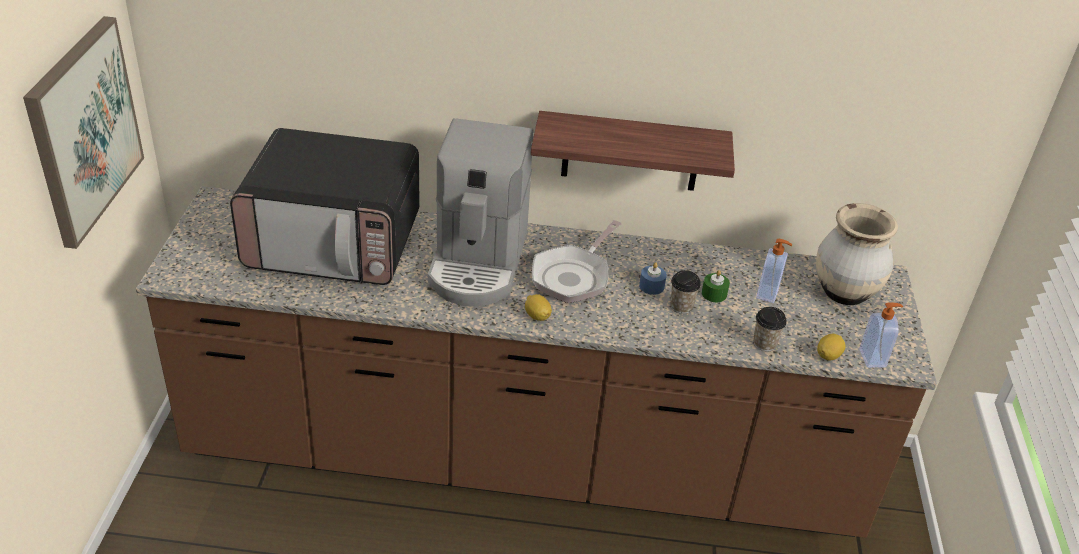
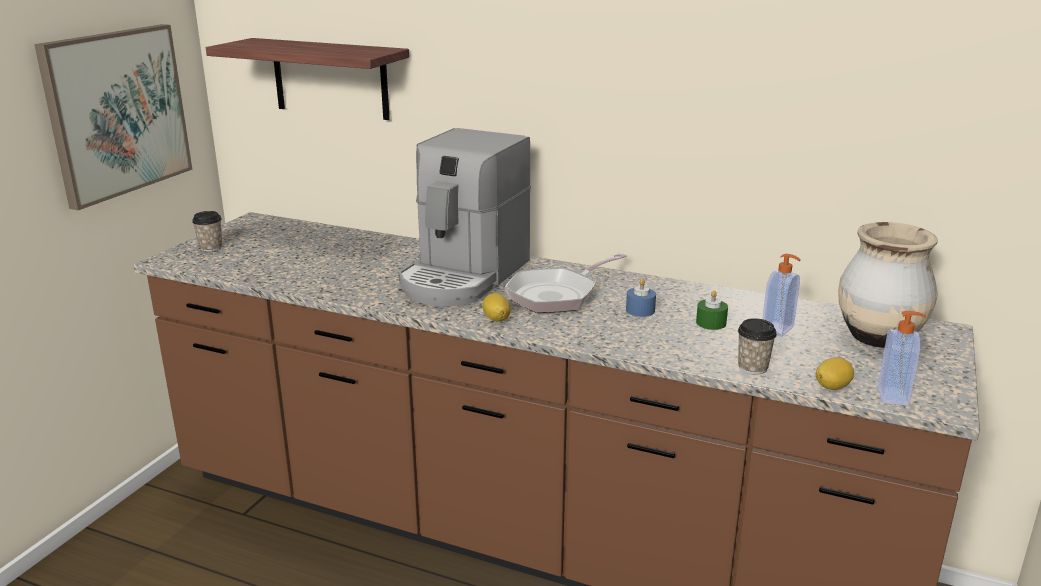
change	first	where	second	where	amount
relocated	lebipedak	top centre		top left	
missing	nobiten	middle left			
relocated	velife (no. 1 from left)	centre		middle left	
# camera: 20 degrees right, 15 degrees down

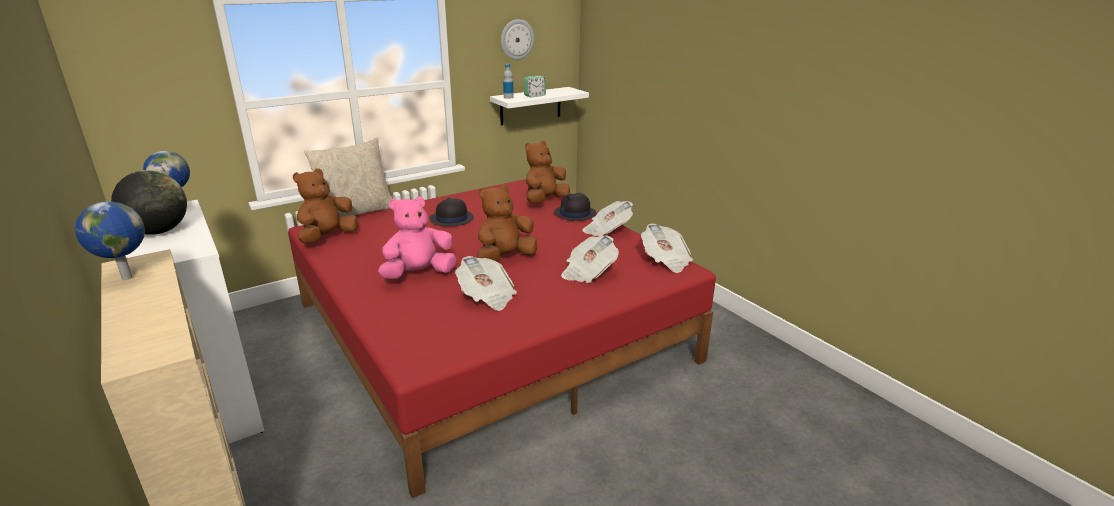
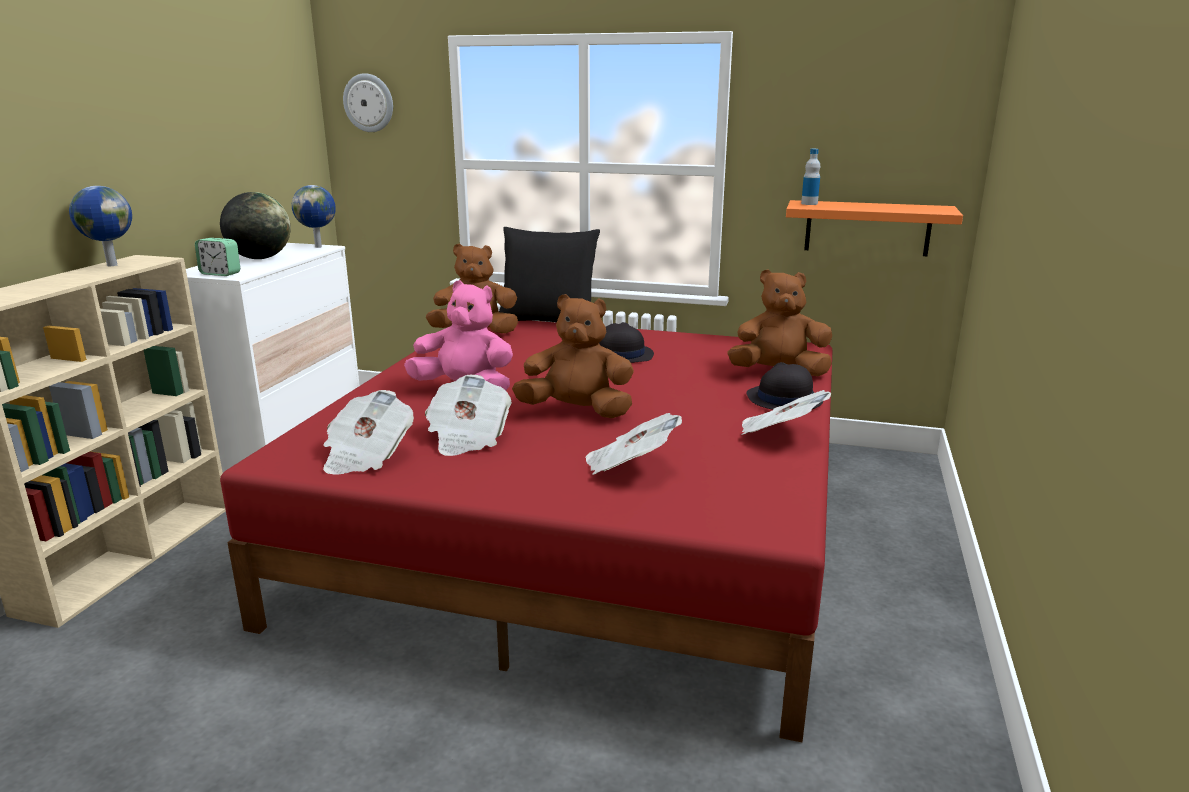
change	first	where	second	where	amount
relocated	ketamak	top centre		top left	
relocated	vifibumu	top centre		top left	
colour	lebipedak (white)	top centre	lebipedak (orange)	top right	
colour	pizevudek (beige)	middle left	pizevudek (black)	centre	
relocated	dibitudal (no. 4 from left in the first image)	centre	dibitudal (no. 1 from left)	middle left	
# camera: 50 degrees right, 5 degrees down

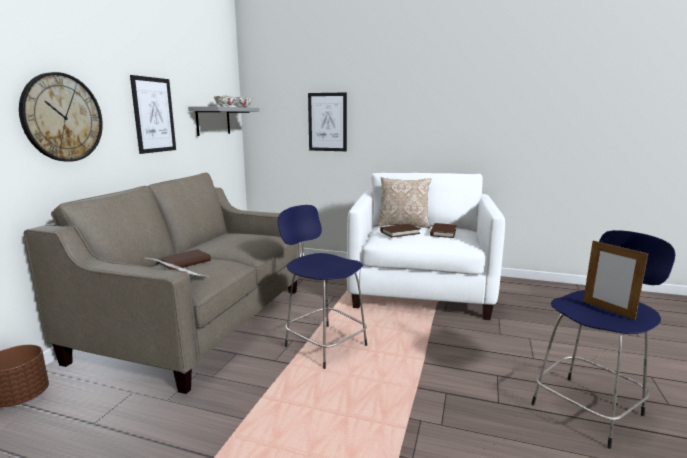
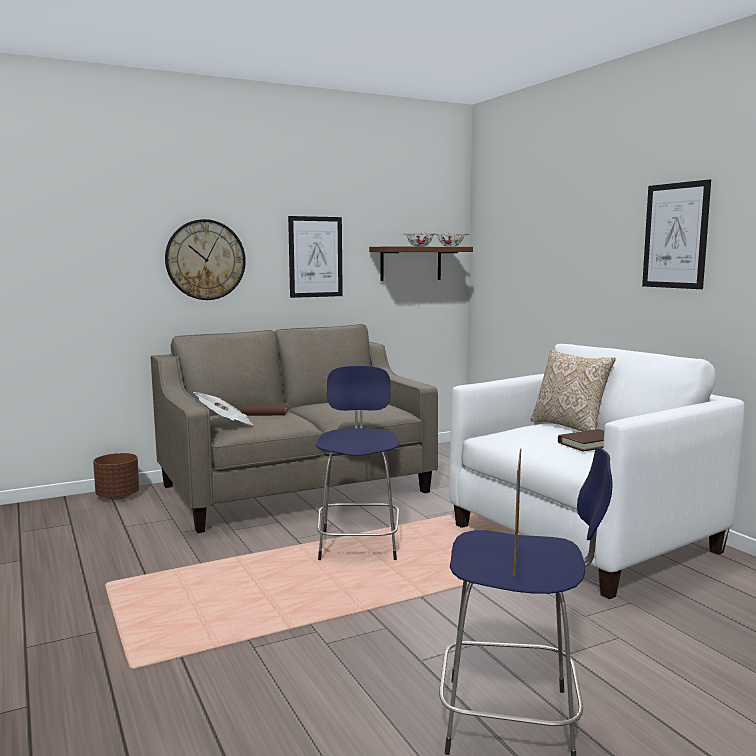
change	first	where	second	where	amount
relocated	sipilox (no. 2 from left)	top centre		top right	
colour	lebipedak (grey)	top left	lebipedak (brown)	centre	
missing	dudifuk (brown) (no. 2 from left)	centre			
# camera: 45 degrees right, 5 degrees down

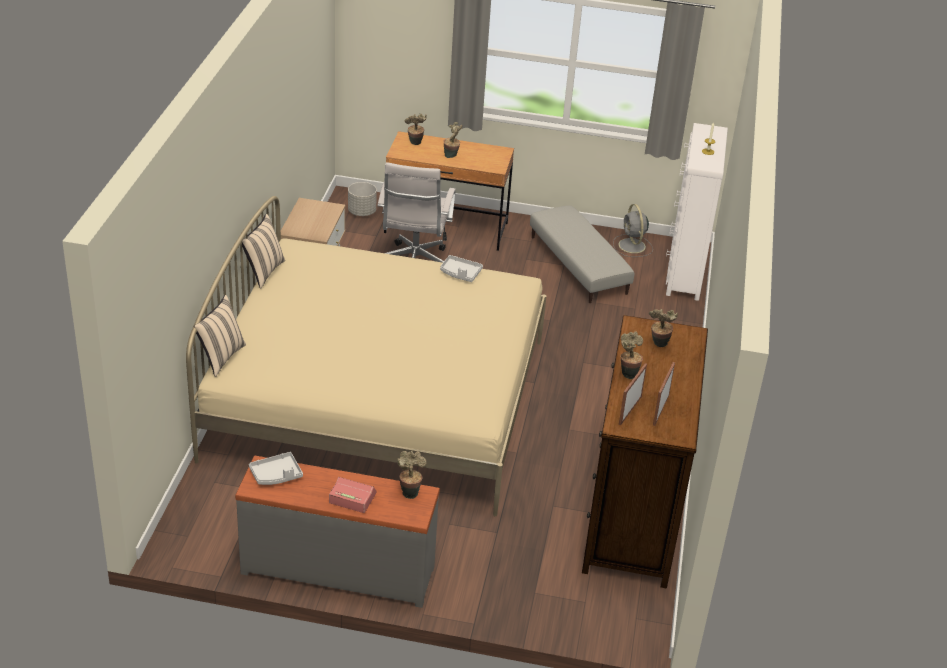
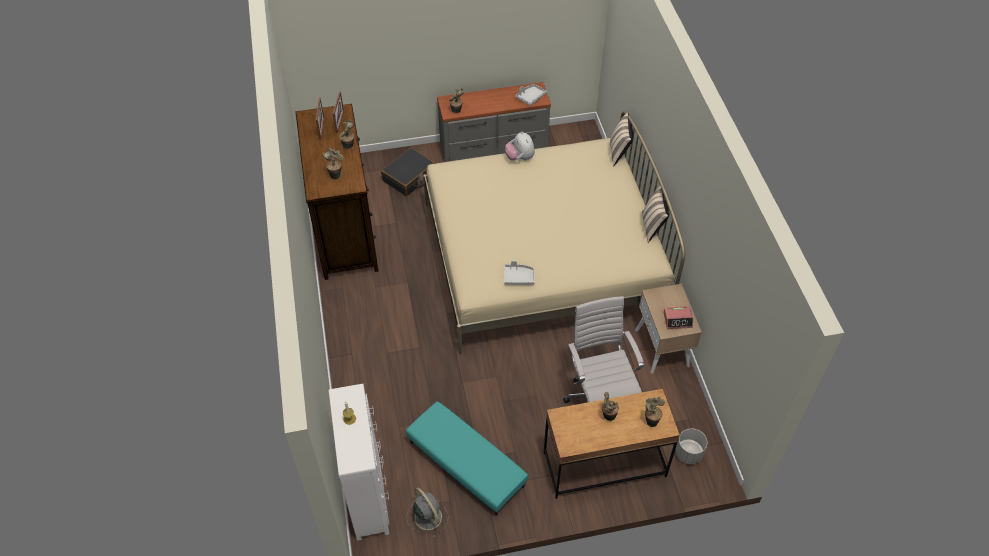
change	first	where	second	where	amount
colour	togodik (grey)	centre	togodik (turquoise)	bottom centre	
relocated	vifibumu	bottom centre		middle right	
appeared			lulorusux	top centre	
appeared			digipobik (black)	top centre	
# camera: 160 degrees right, 15 degrees up

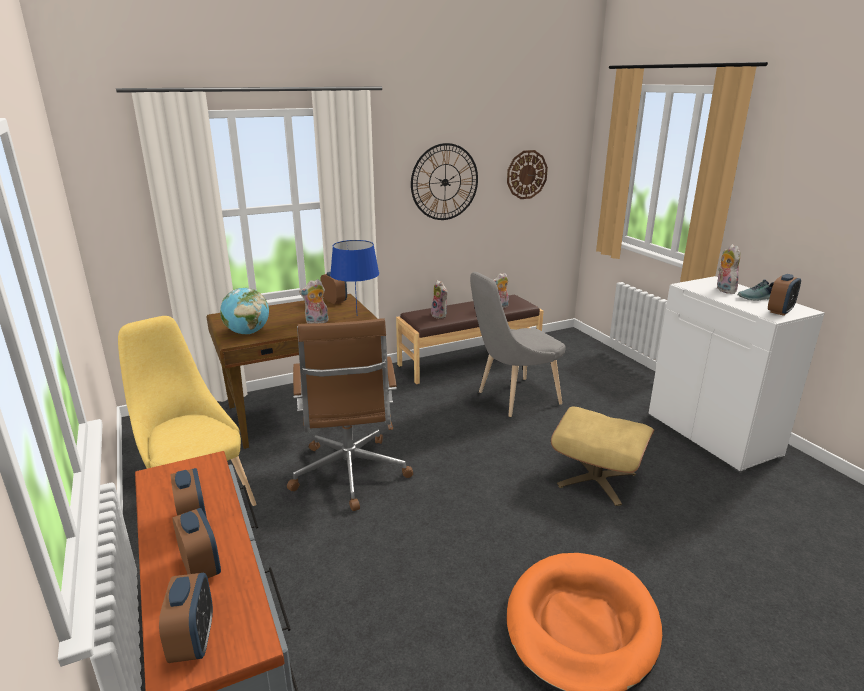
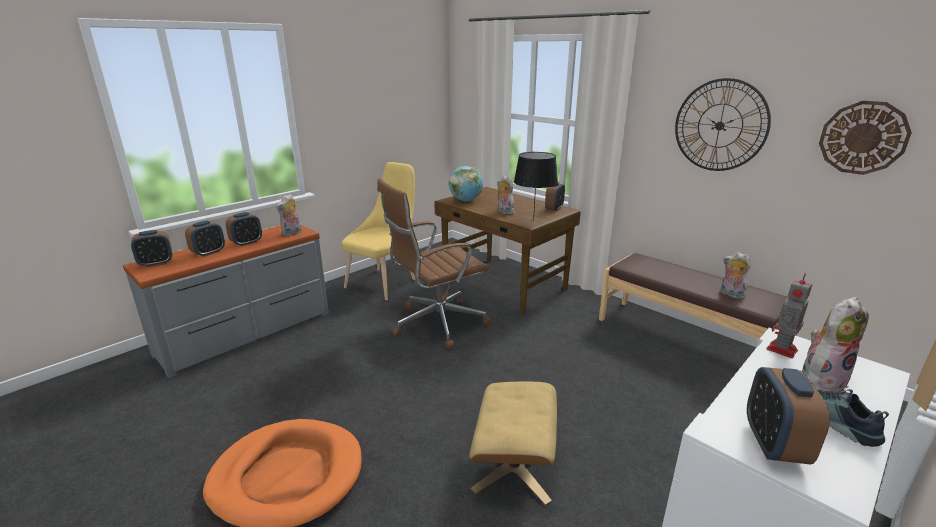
change	first	where	second	where	amount
colour	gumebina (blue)	centre	gumebina (black)	centre	
missing	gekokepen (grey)	centre			
spun	vifibumu (no. 5 from left)	middle right		bottom right	75 degrees clockwise
relocated	lulorusux (no. 2 from left in the first image)	centre	lulorusux (no. 1 from left)	middle left	
appeared			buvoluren	middle right	
# camera: 70 degrees right, 0 degrees up

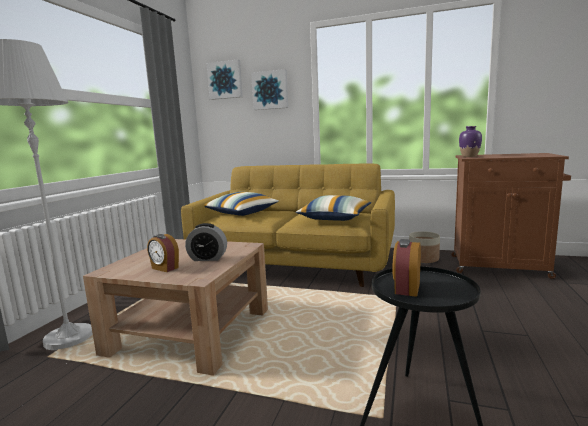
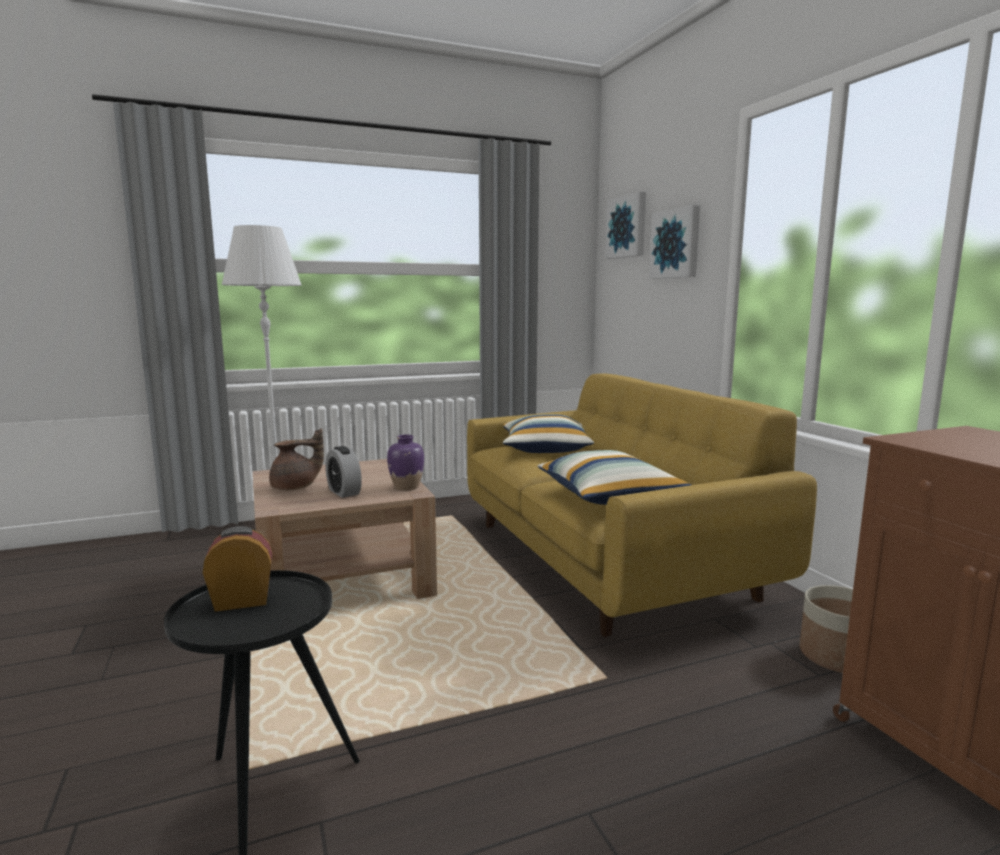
change	first	where	second	where	amount
relocated	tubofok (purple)	top right		centre	
exchanged	vifibumu (no. 1 from left)	middle left	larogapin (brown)	middle left	
# camera: 50 degrees right, 0 degrees up

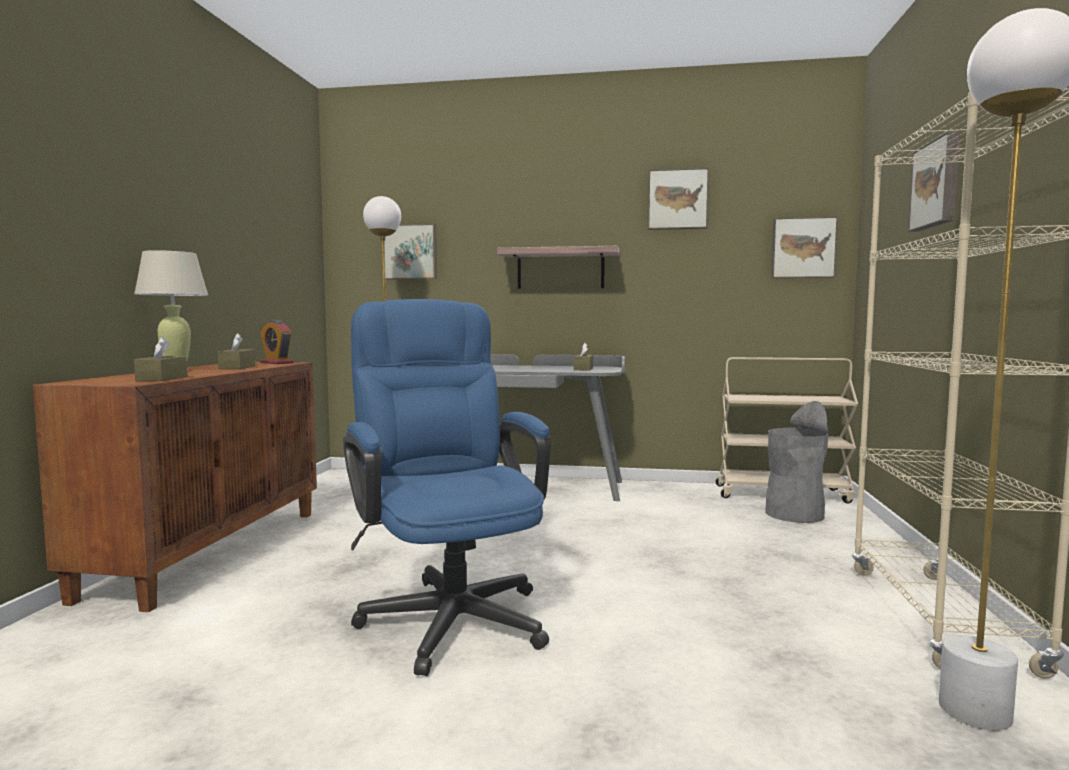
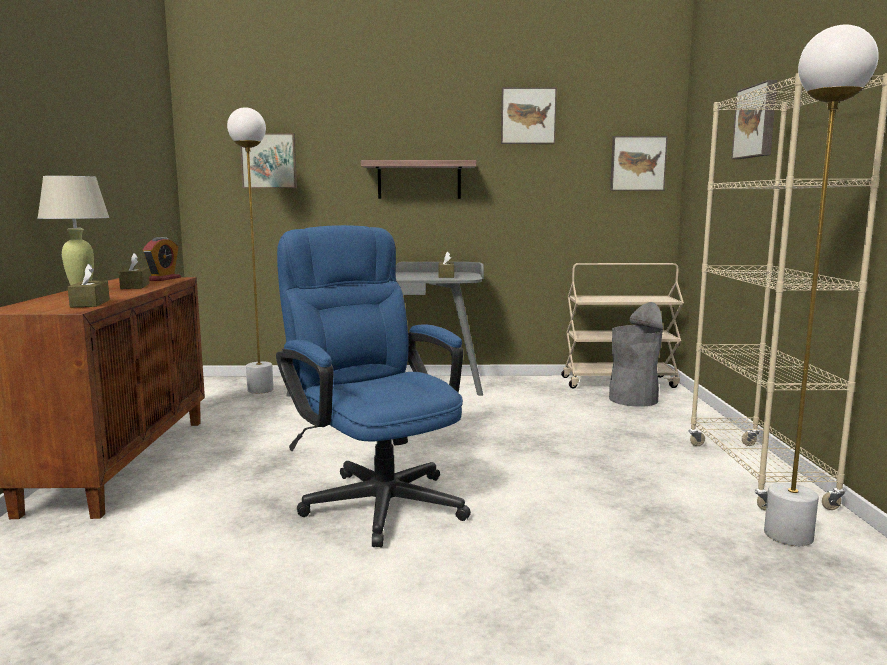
change	first	where	second	where	amount
spun	vifibumu	middle left		middle left	105 degrees counterclockwise
# camera: 10 degrees left, 5 degrees up

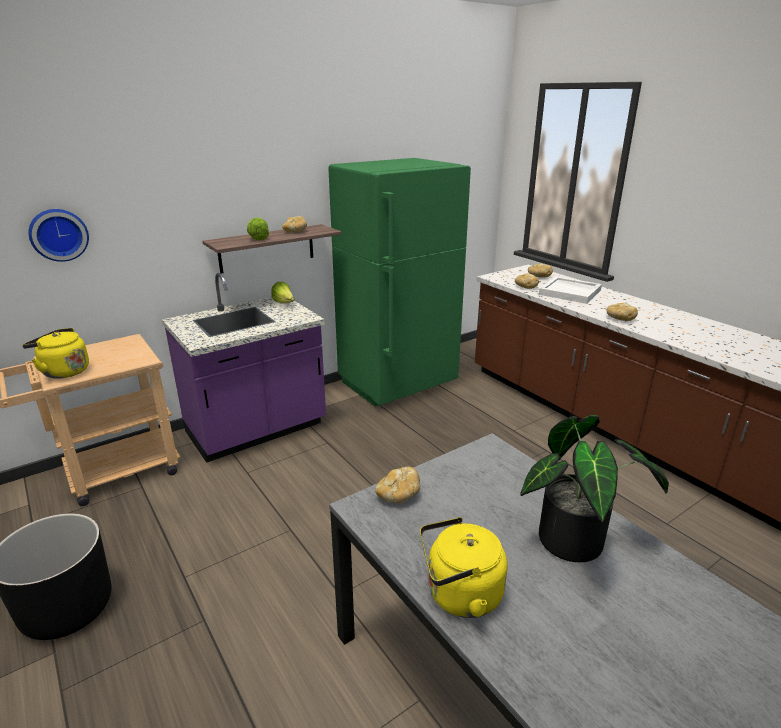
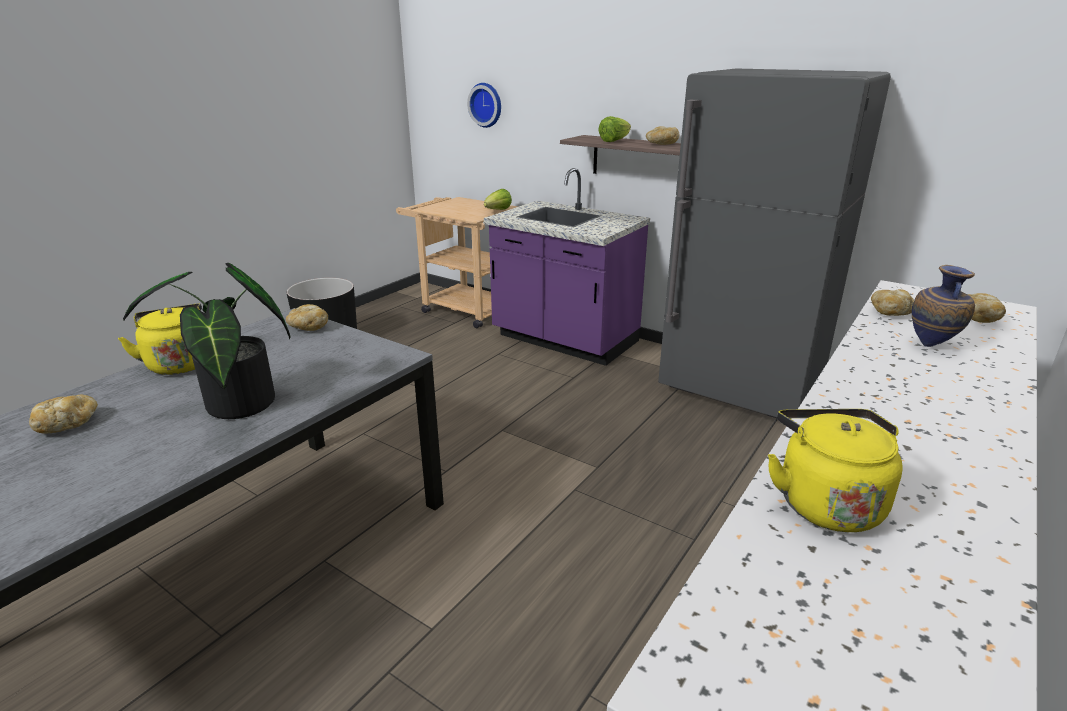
change	first	where	second	where	amount
colour	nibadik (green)	centre	nibadik (grey)	middle right	
exchanged	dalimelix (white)	middle right	tubofok	middle right	
relocated	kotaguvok (no. 2 from left in the first image)	centre	kotaguvok (no. 1 from left)	top centre	
relocated	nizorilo (no. 5 from left in the first image)	middle right	nizorilo (no. 1 from left)	middle left	
relocated	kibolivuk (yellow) (no. 1 from left in the first image)	middle left	kibolivuk (yellow) (no. 2 from left)	middle right	
# camera: 70 degrees right, 0 degrees up

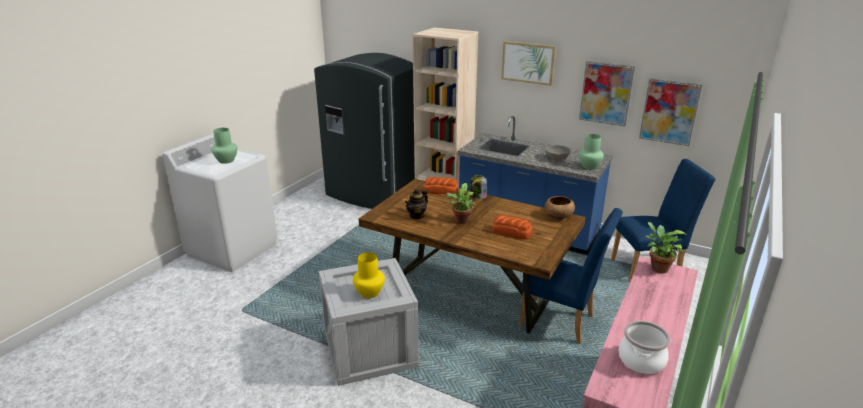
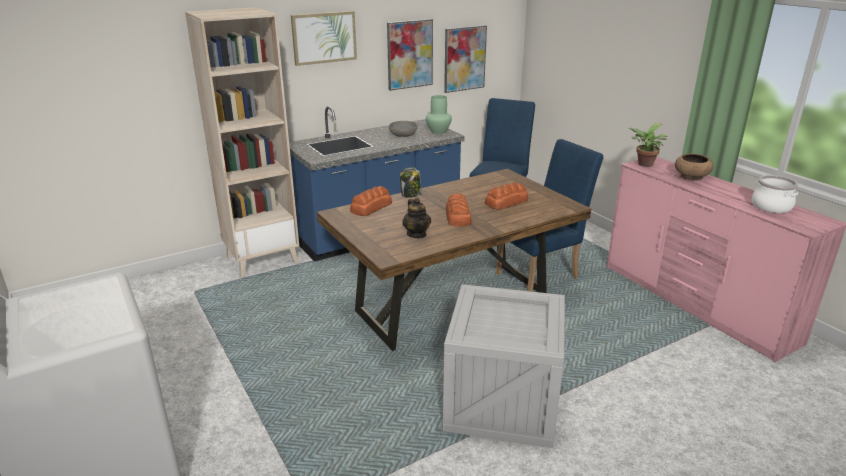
change	first	where	second	where	amount
missing	nibadik (grey)	top centre			
missing	tubofok (green) (no. 1 from left)	middle left			
exchanged	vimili (no. 1 from left)	centre	nizorilo (no. 2 from left)	centre	
relocated	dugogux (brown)	centre		middle right	
missing	tubofok (yellow)	bottom centre			
# camera: 60 degrees left, 0 degrees up

